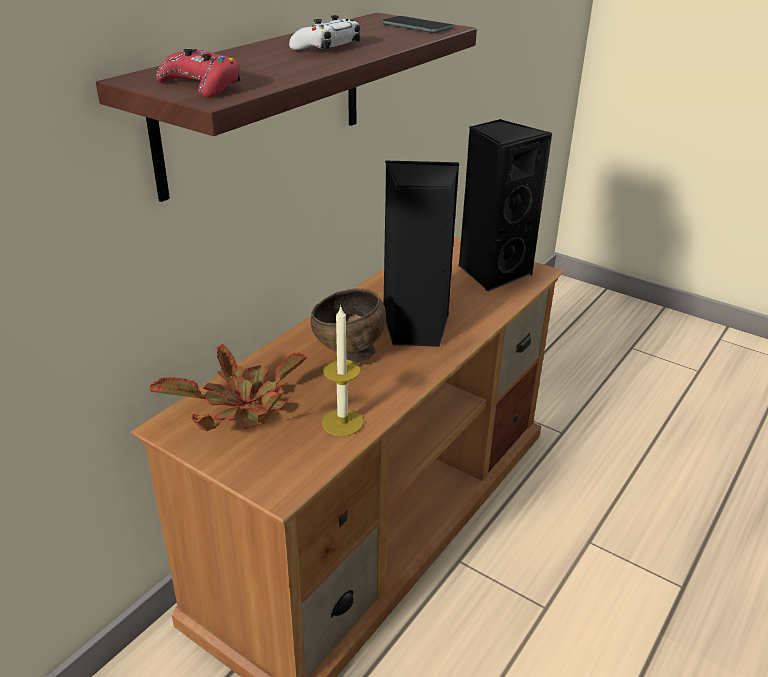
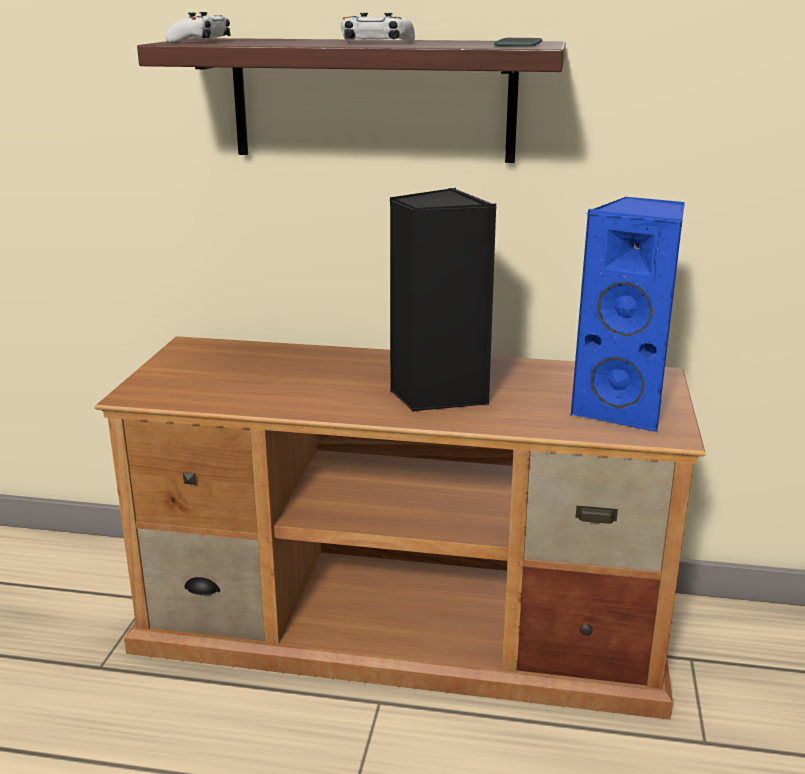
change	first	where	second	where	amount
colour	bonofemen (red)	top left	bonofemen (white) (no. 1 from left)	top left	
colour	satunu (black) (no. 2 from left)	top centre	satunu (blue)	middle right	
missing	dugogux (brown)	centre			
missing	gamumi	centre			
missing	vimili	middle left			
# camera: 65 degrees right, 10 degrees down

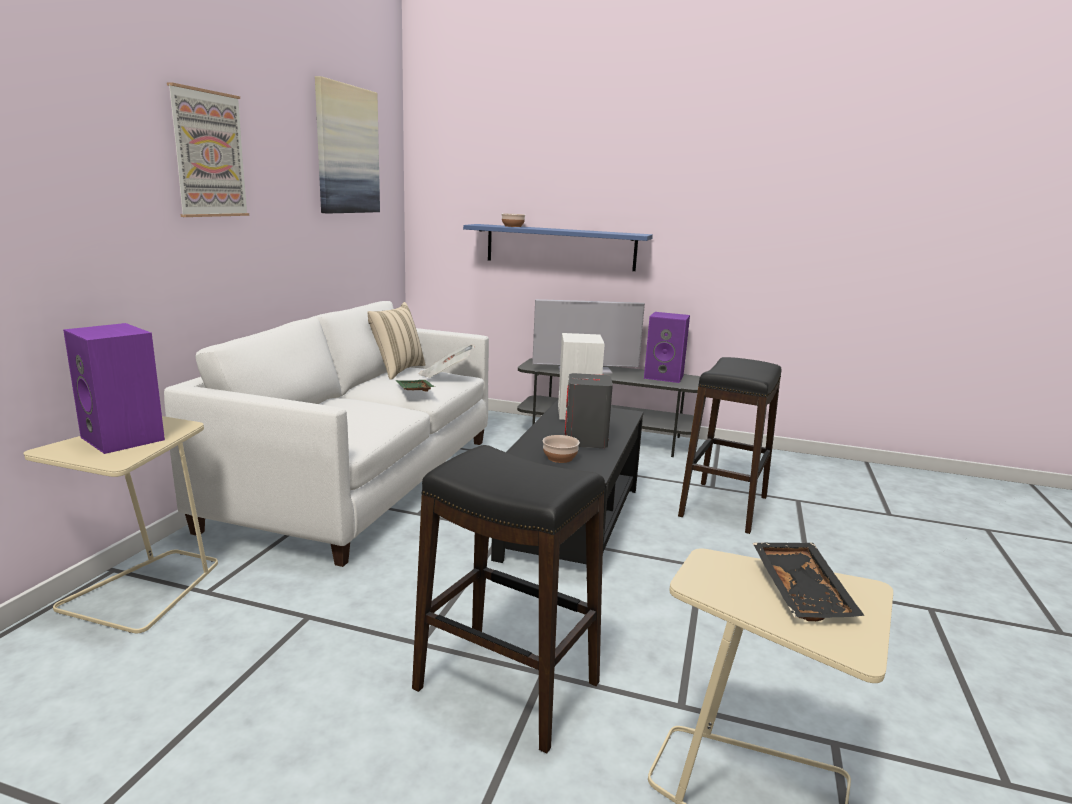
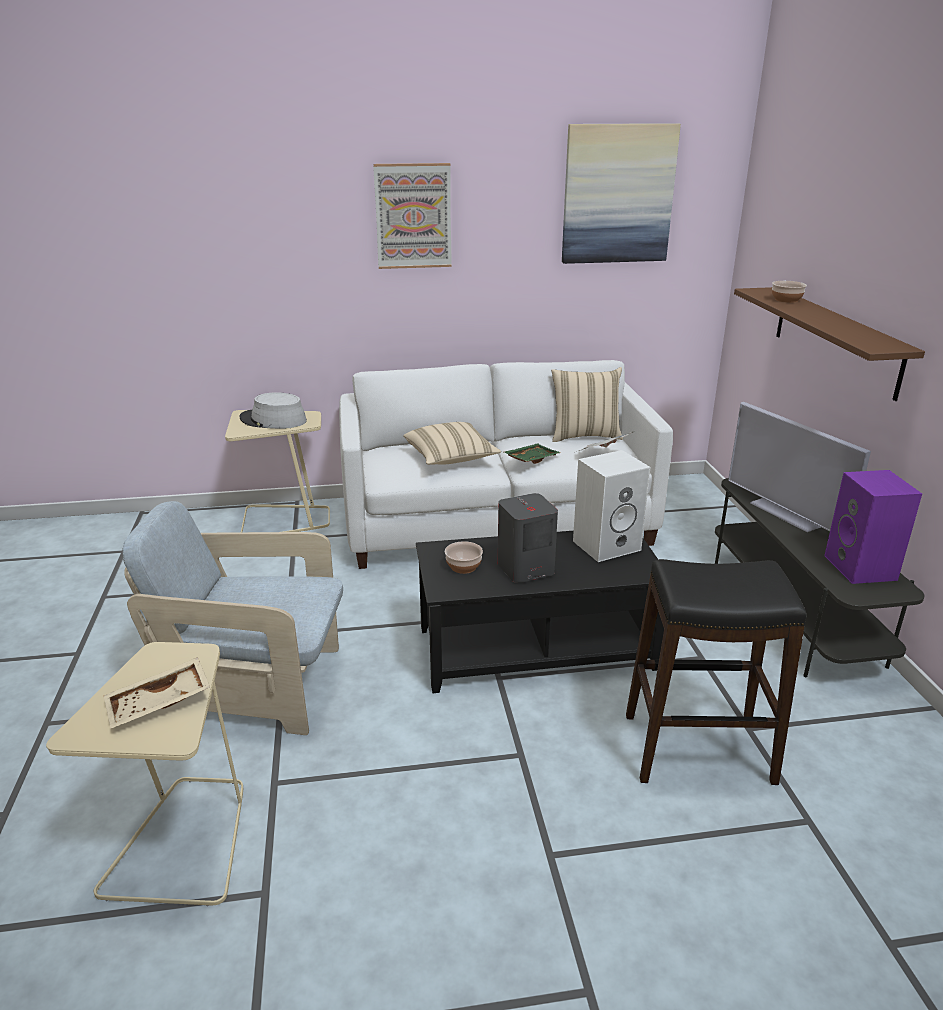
change	first	where	second	where	amount
colour	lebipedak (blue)	top centre	lebipedak (brown)	middle right	
exchanged	satunu (purple) (no. 1 from left)	middle left	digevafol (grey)	middle left	
exchanged	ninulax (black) (no. 1 from left)	bottom centre	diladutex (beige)	middle left	
colour	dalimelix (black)	bottom right	dalimelix (beige)	bottom left	
appeared			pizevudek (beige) (no. 1 from left)	centre	
# camera: 65 degrees right, 10 degrees up

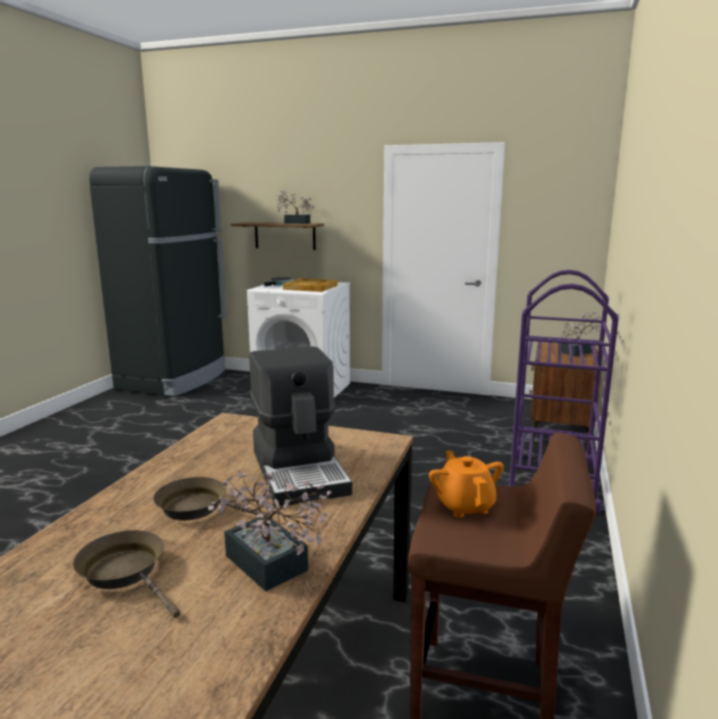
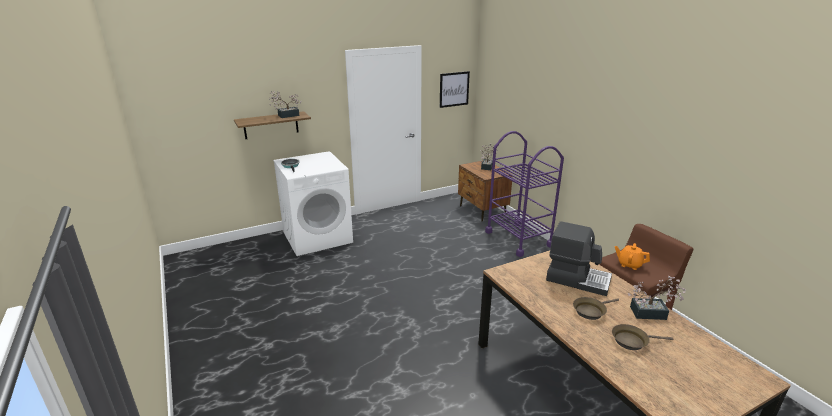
change	first	where	second	where	amount
missing	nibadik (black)	middle left			
missing	dalimelix (beige)	centre			
appeared			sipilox	top centre	
# camera: 45 degrees left, 10 degrees up

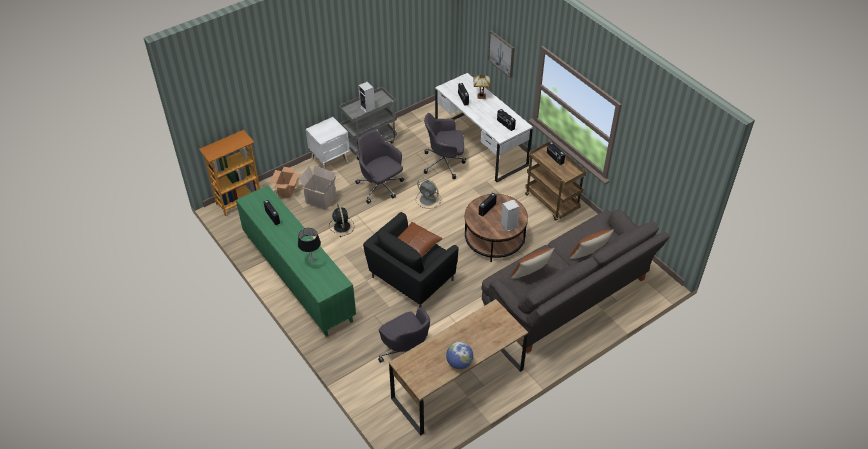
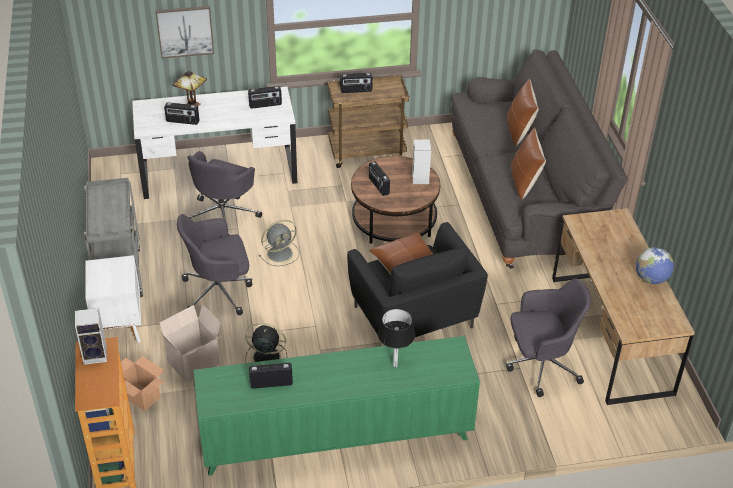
change	first	where	second	where	amount
relocated	satunu (no. 1 from left)	top centre		bottom left	
# camera: 65 degrees left, 5 degrees down

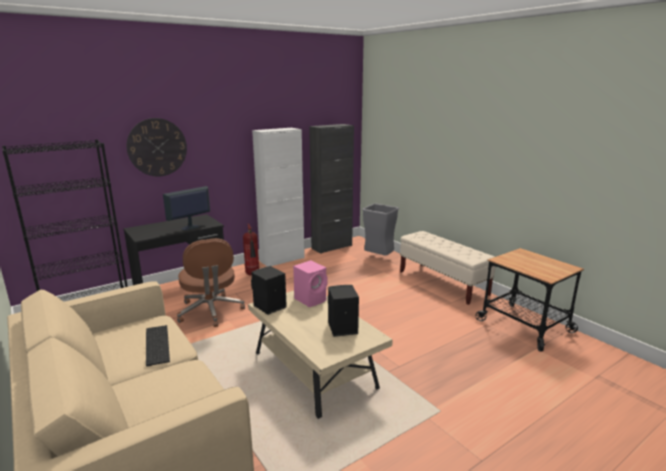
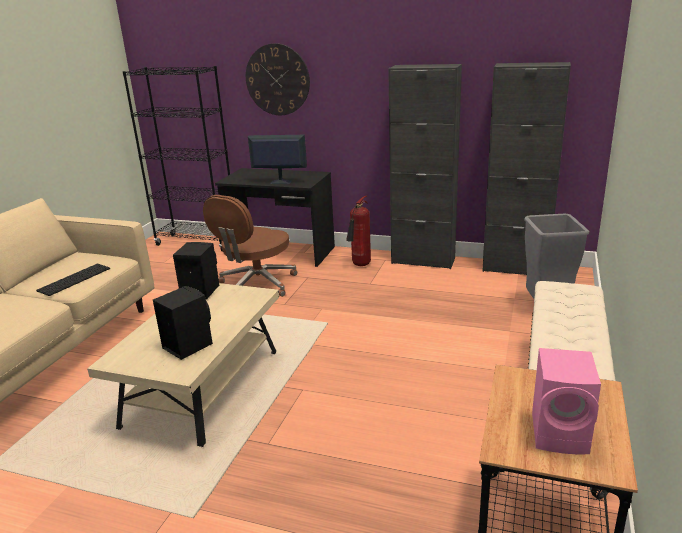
change	first	where	second	where	amount
colour	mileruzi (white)	centre	mileruzi (black) (no. 1 from left)	top centre	
relocated	satunu (pink)	centre		bottom right	
# camera: 55 degrees right, 5 degrees up

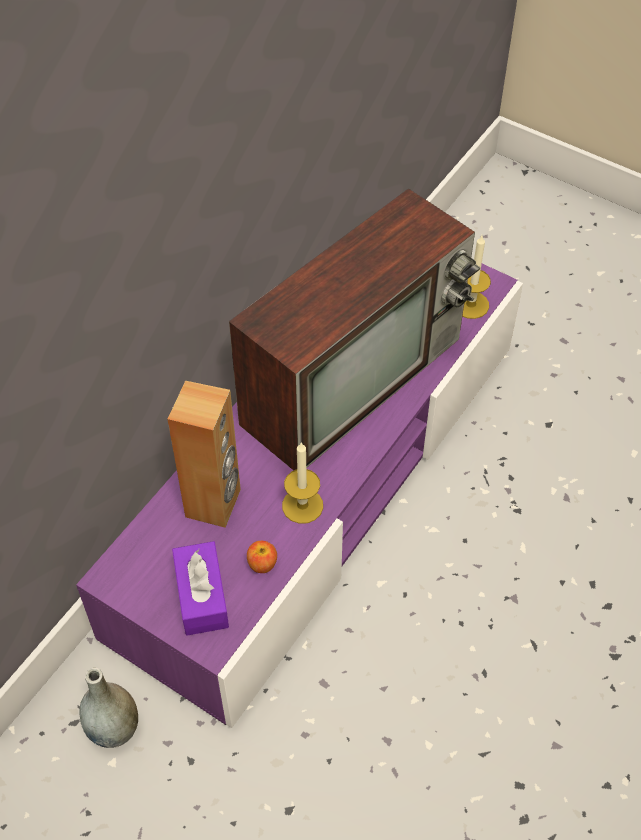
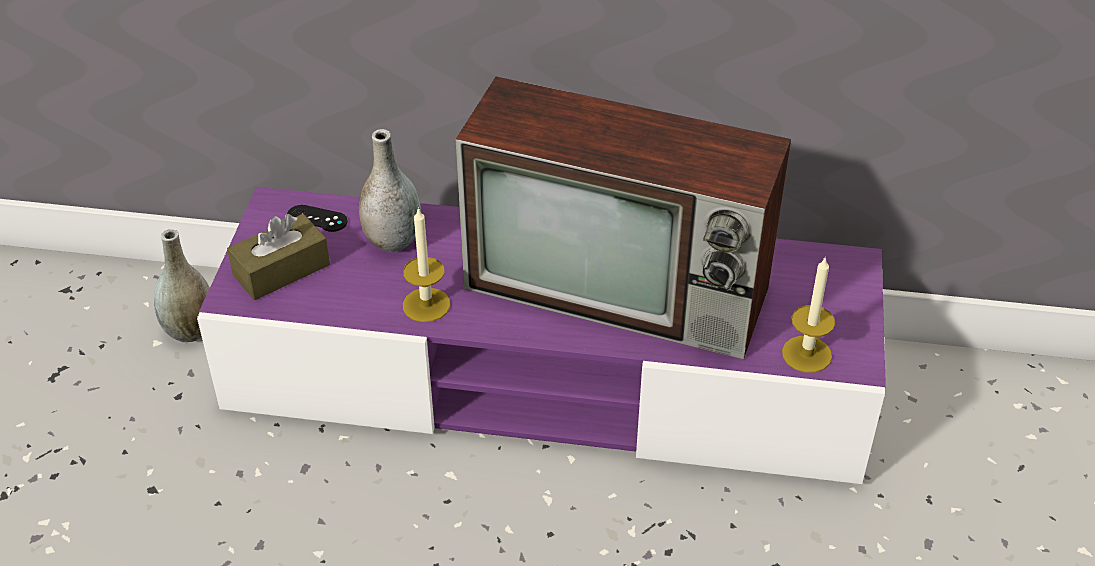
change	first	where	second	where	amount
exchanged	satunu (brown)	middle left	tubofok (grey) (no. 2 from left)	centre	
colour	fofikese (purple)	bottom left	fofikese (brown)	middle left	
missing	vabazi	centre			
appeared			bonofemen (black)	middle left	
# camera: 65 degrees right, 10 degrees down

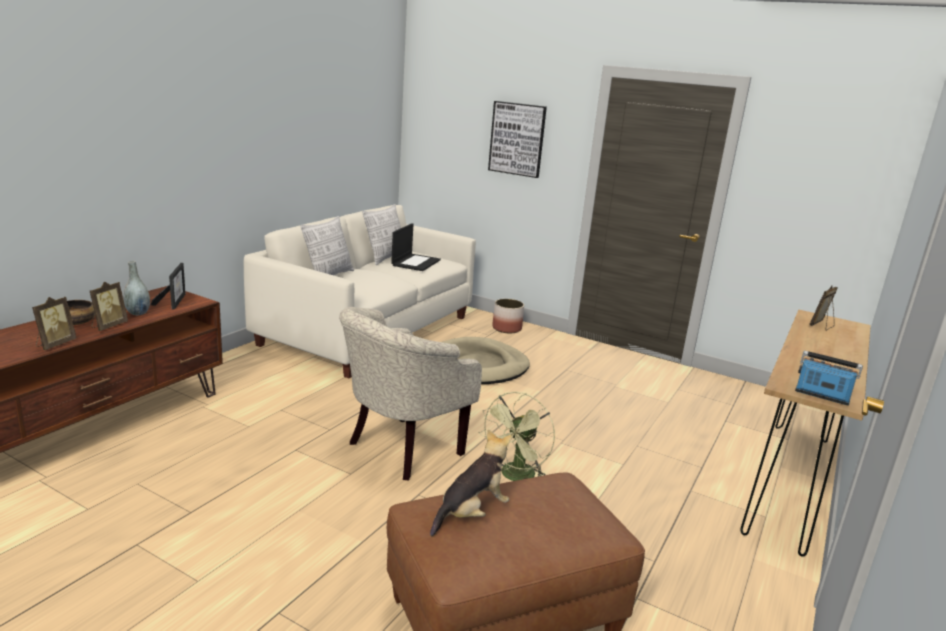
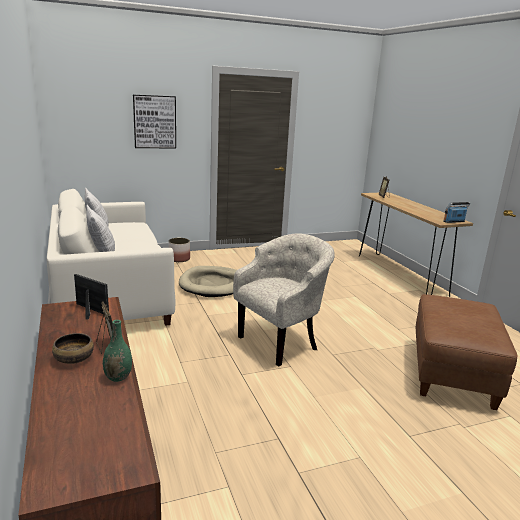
change	first	where	second	where	amount
missing	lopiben	centre			
missing	tubofok (grey)	middle left			
exchanged	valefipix (no. 1 from left)	middle left	tubofok (green)	bottom left	
spun	diladutex (beige)	centre		centre	120 degrees counterclockwise
missing	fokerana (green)	bottom centre			
missing	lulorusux	bottom centre			
# camera: 50 degrees left, 0 degrees up

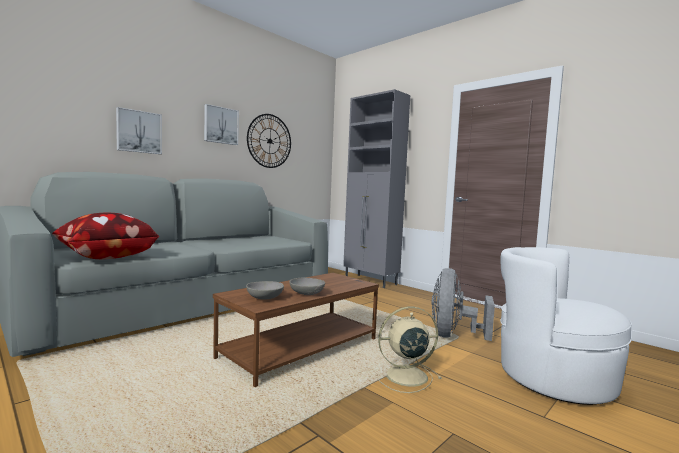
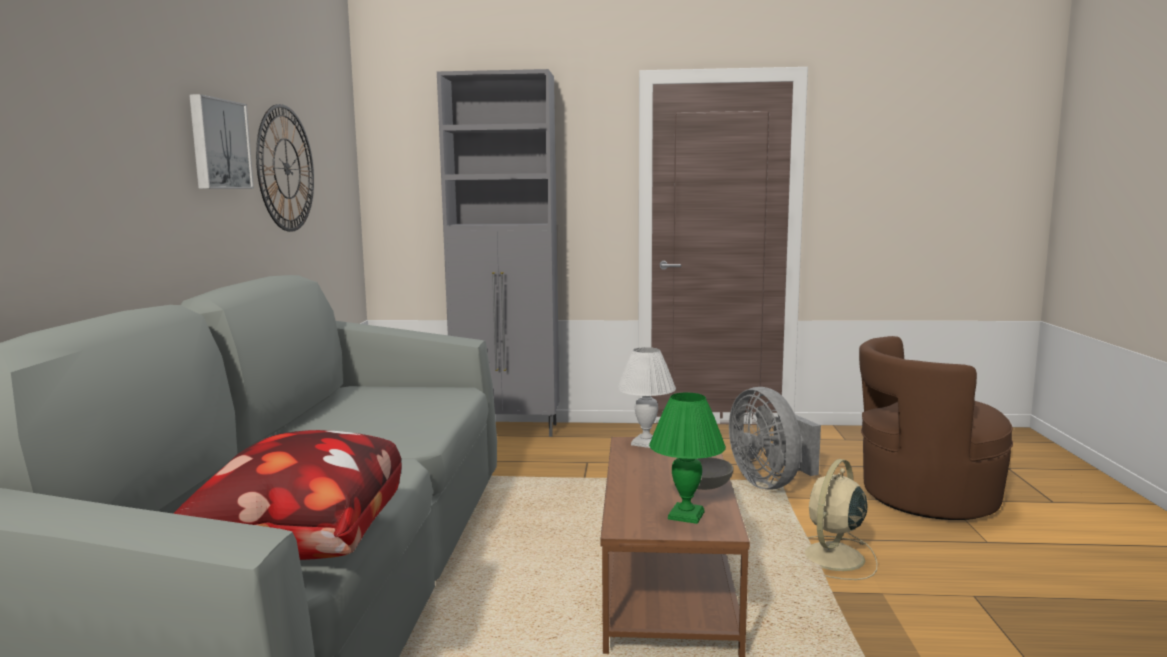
change	first	where	second	where	amount
missing	sipilox (no. 1 from left)	top left			
colour	diladutex (white)	bottom right	diladutex (brown)	middle right	
exchanged	dugogux (grey) (no. 1 from left)	centre	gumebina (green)	bottom centre	
appeared			gumebina (white)	centre	
# camera: 40 degrees left, 5 degrees up

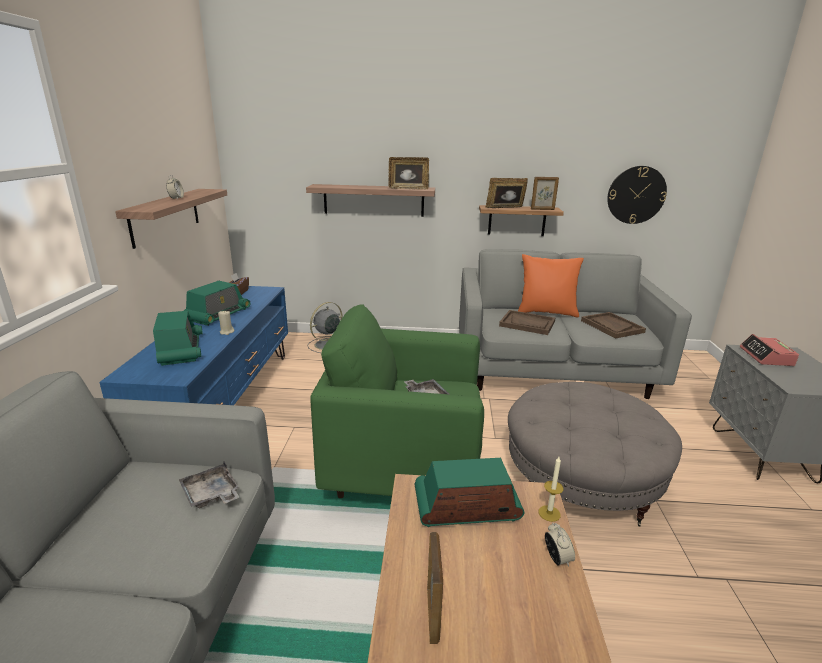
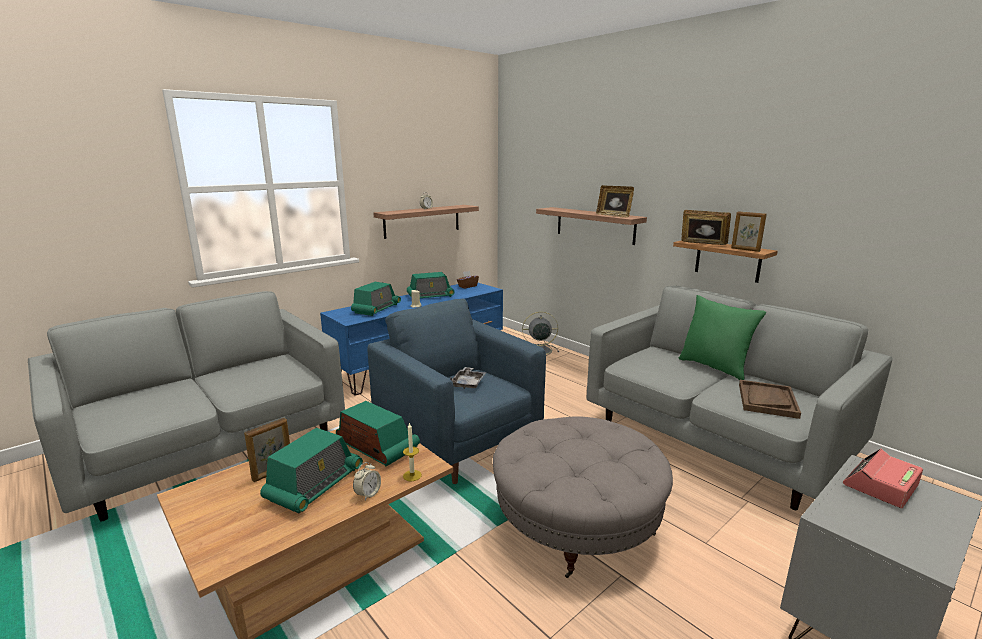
change	first	where	second	where	amount
missing	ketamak	top right			
colour	pizevudek (orange)	middle right	pizevudek (green)	middle right	
colour	diladutex (green)	centre	diladutex (blue)	centre	
missing	dalimelix (brown) (no. 1 from left)	centre			
missing	dalimelix (grey) (no. 1 from left)	bottom left			
appeared			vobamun (no. 1 from left)	bottom left	
# camera: 45 degrees right, 5 degrees down

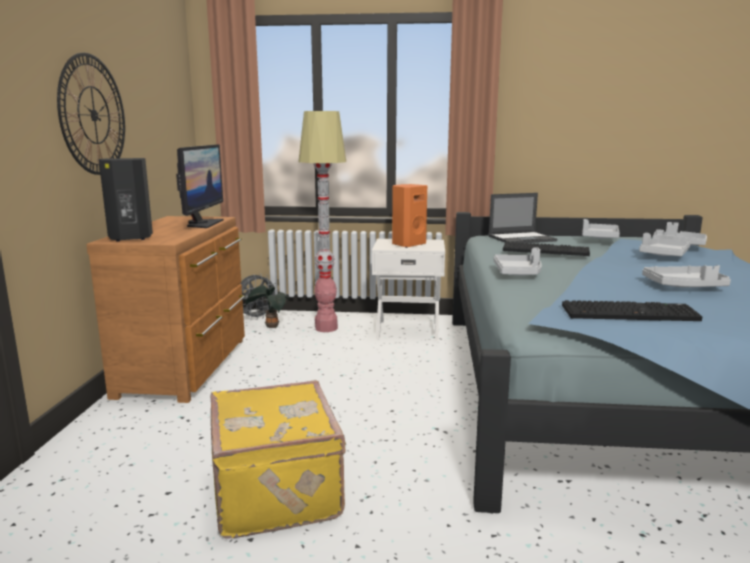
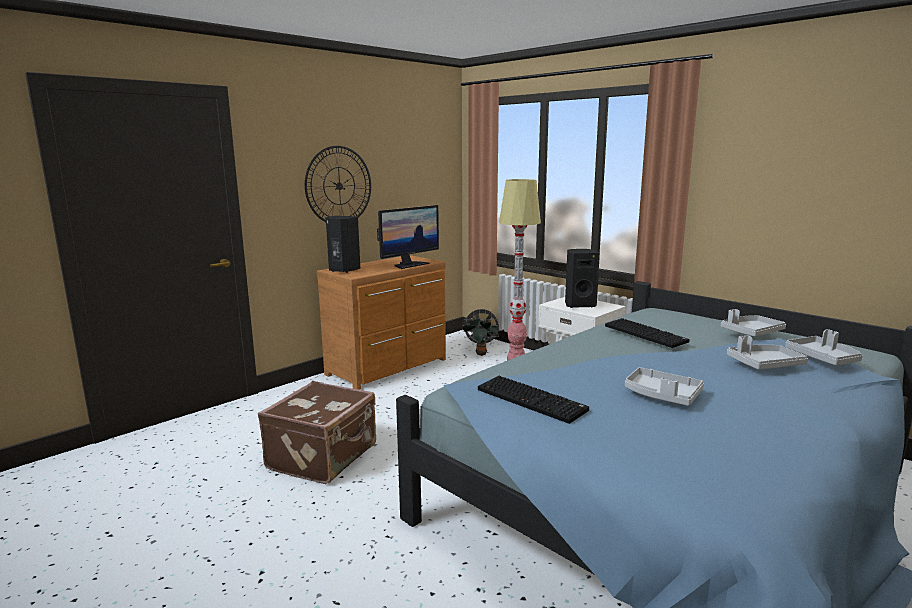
change	first	where	second	where	amount
colour	satunu (orange)	centre	satunu (black) (no. 2 from left)	centre	
missing	lopiben	middle right			
missing	dalimelix (grey) (no. 1 from left)	middle right			
colour	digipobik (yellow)	bottom centre	digipobik (brown)	bottom centre	
# camera: 40 degrees right, 0 degrees up

